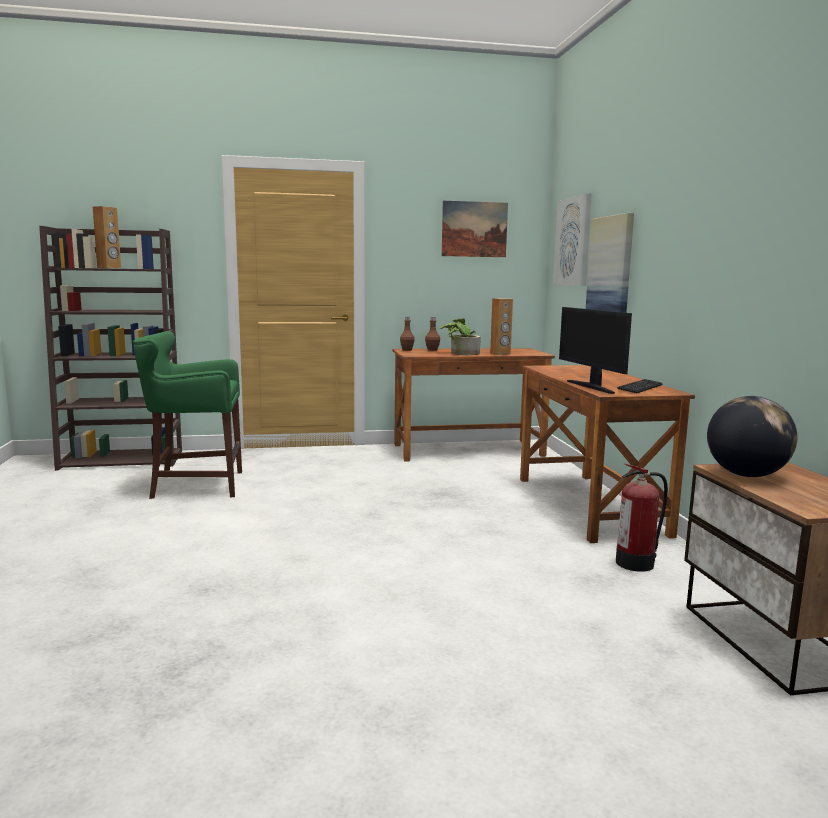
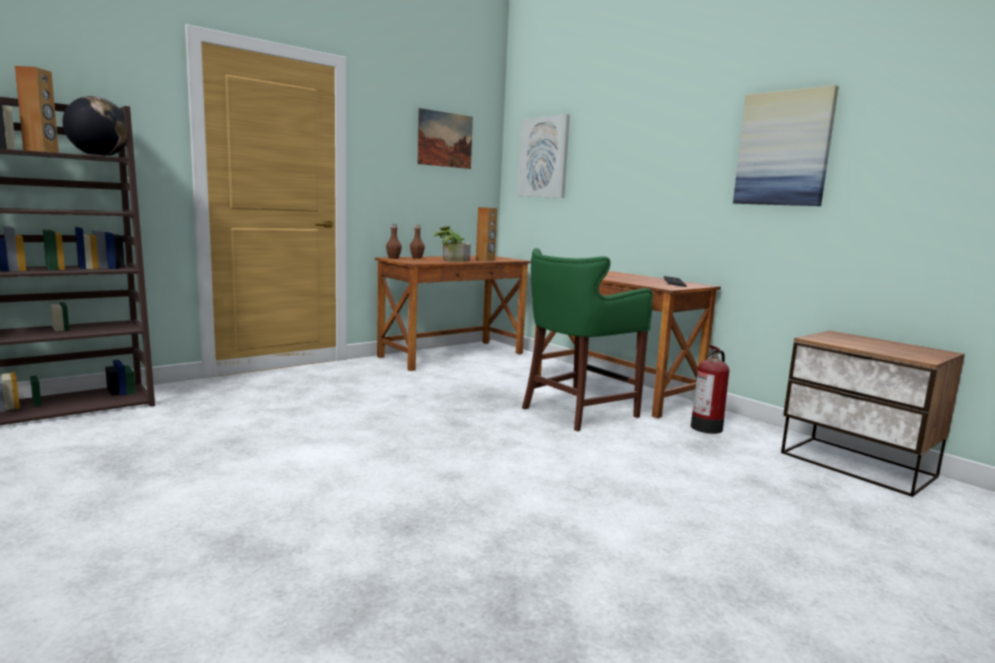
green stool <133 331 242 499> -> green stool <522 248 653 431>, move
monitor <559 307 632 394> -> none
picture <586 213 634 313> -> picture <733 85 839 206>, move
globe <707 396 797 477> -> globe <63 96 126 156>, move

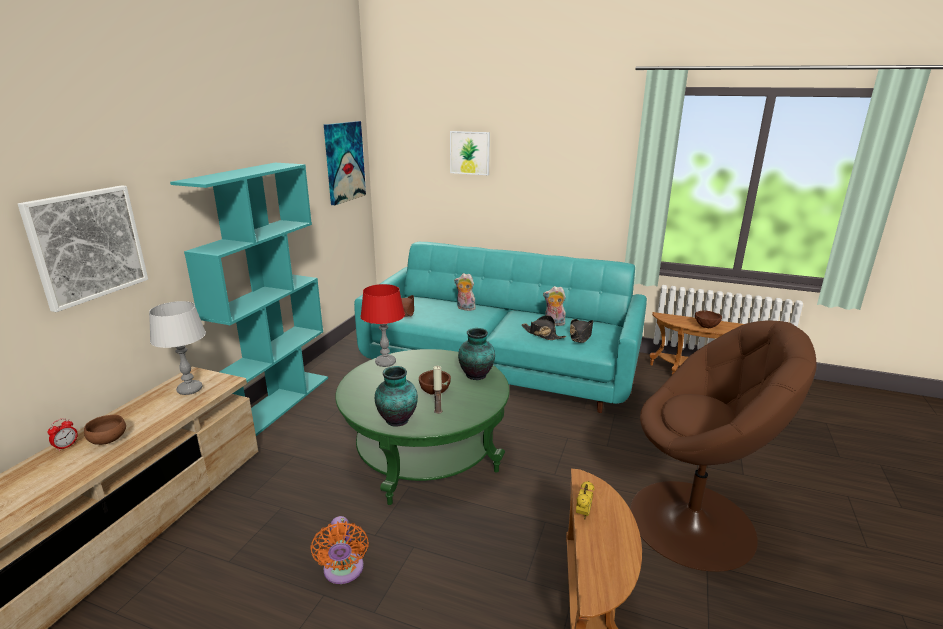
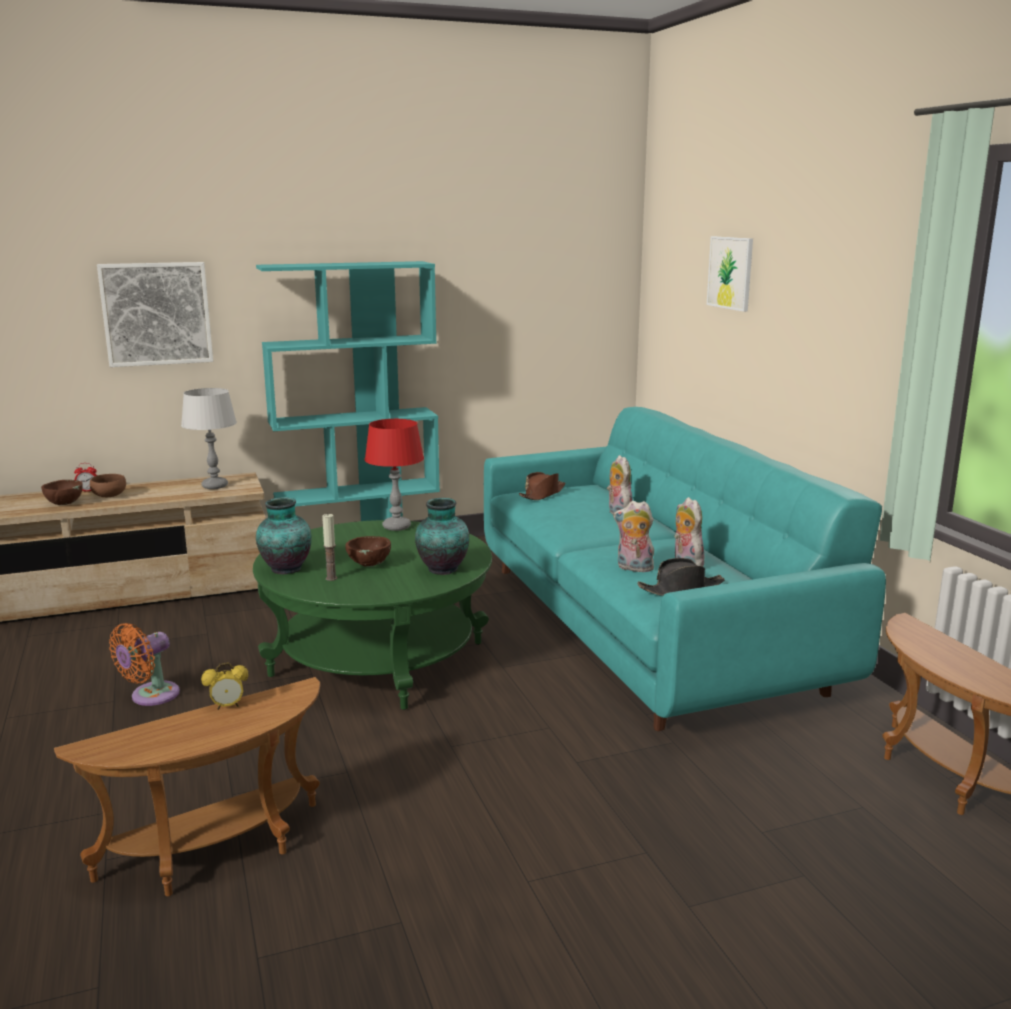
picture <324 121 366 205> -> none
black hat <522 315 566 340> -> plush toy <613 501 656 572>
brown armchair <630 320 817 572> -> none
brown bowl <695 311 722 328> -> brown bowl <41 480 83 505>, move

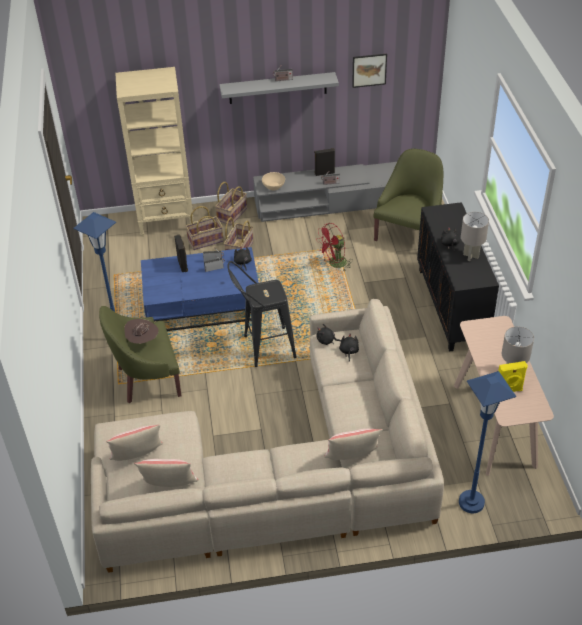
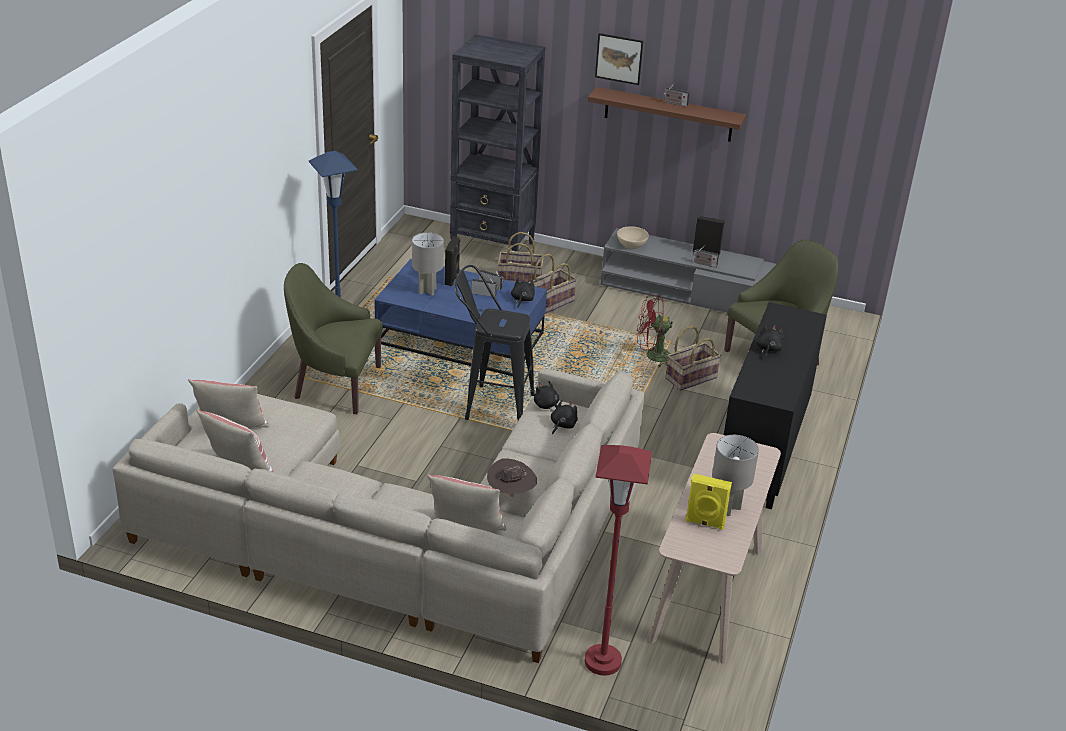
beige bookcase <115 67 194 237> -> black bookcase <450 34 545 252>
brown hat <124 319 159 344> -> brown hat <487 458 537 497>, move
basket <215 182 247 225> -> basket <665 326 721 391>, move
grey shelf <219 72 339 104> -> brown shelf <588 87 746 142>
picture <352 53 387 88> -> picture <595 33 643 85>, move
blue floor lamp <459 371 516 513> -> red floor lamp <585 445 652 676>
grey table lamp <461 212 489 261> -> grey table lamp <412 232 444 296>, move

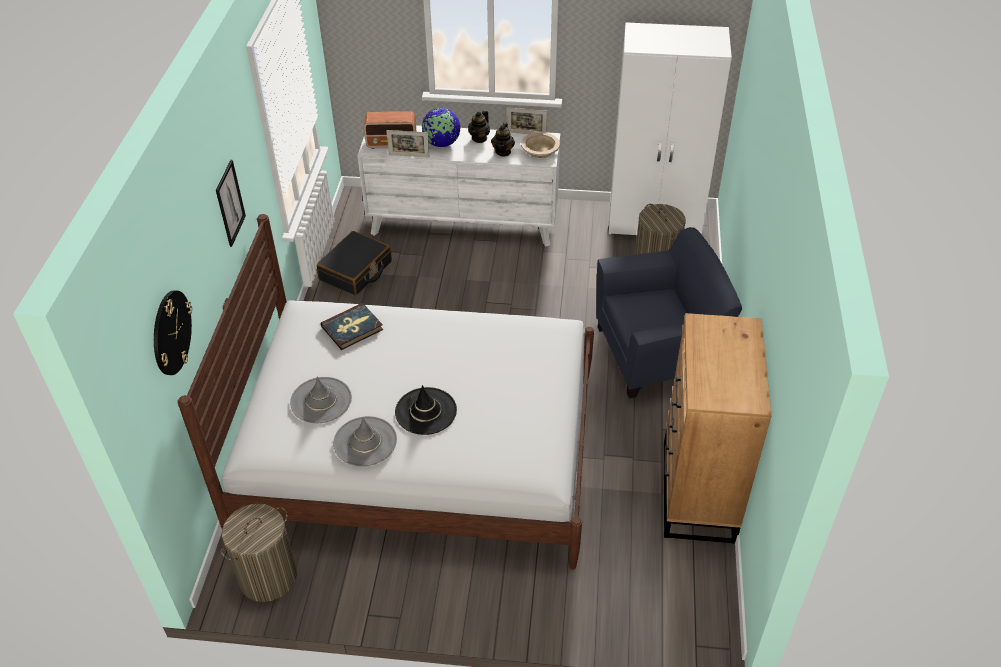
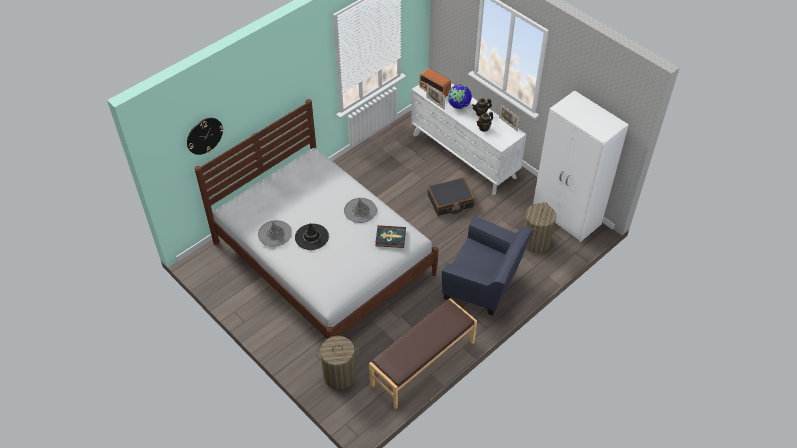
picture <216 160 246 247> -> none
laundry basket <220 504 297 602> -> laundry basket <316 336 359 390>, move
grey hat <290 377 352 423> -> grey hat <344 198 377 223>, move
black suitcase <317 231 392 295> -> black suitcase <428 178 475 216>, move
book <321 303 383 350> -> book <375 225 406 248>, move
beige bowl <521 132 560 158> -> none
brown dresser <664 313 772 544> -> brown bench <369 298 477 409>

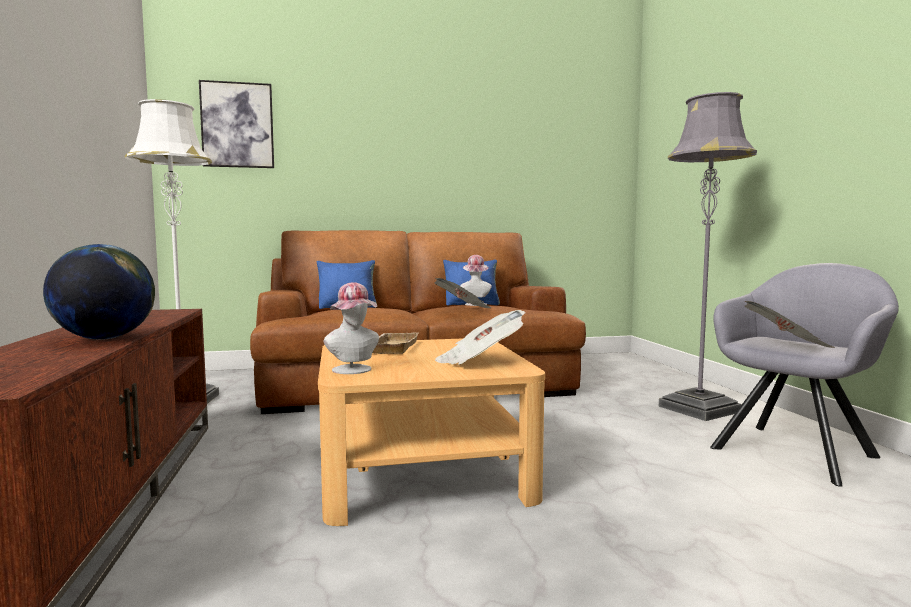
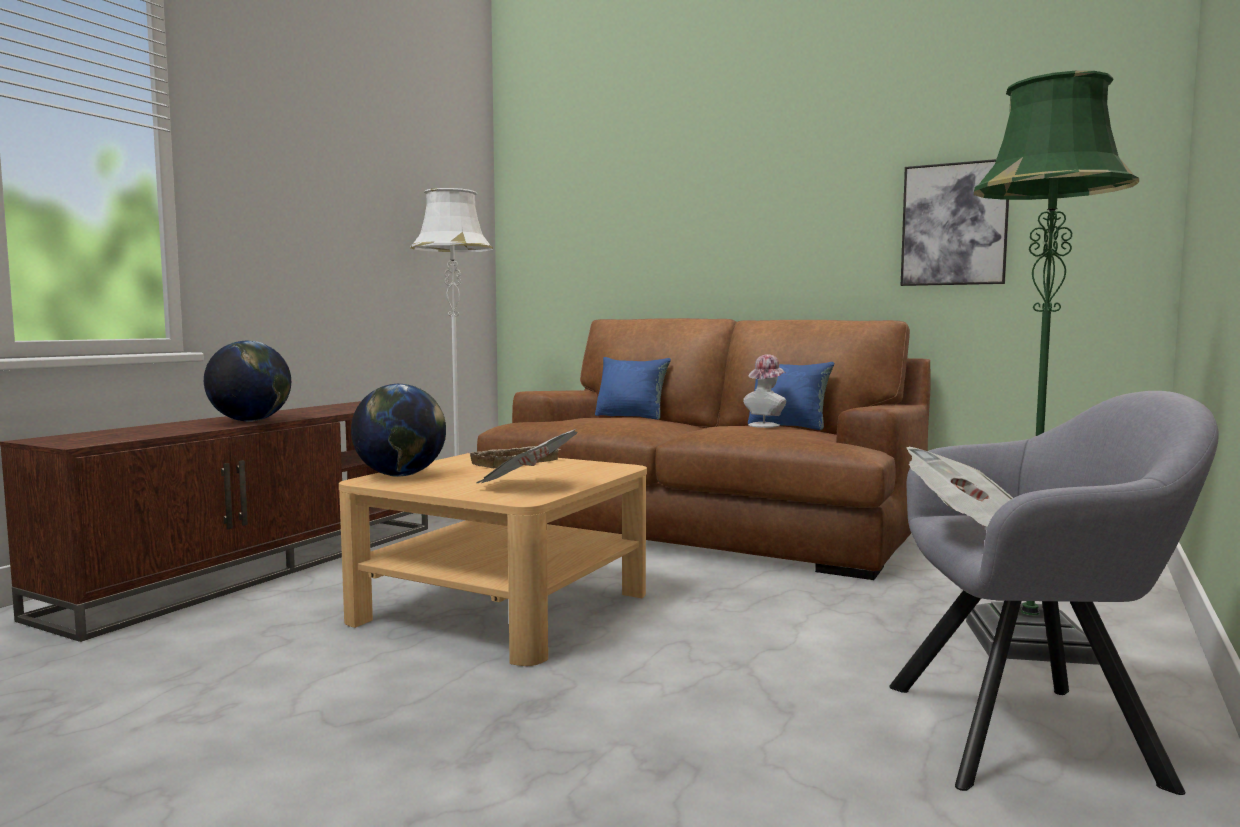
picture <199 80 274 168> -> picture <901 159 1009 286>, move
hat <323 282 379 374> -> globe <351 384 446 477>
newspaper <434 278 492 308> -> none
grey floor lamp <659 92 757 421> -> green floor lamp <966 71 1139 665>

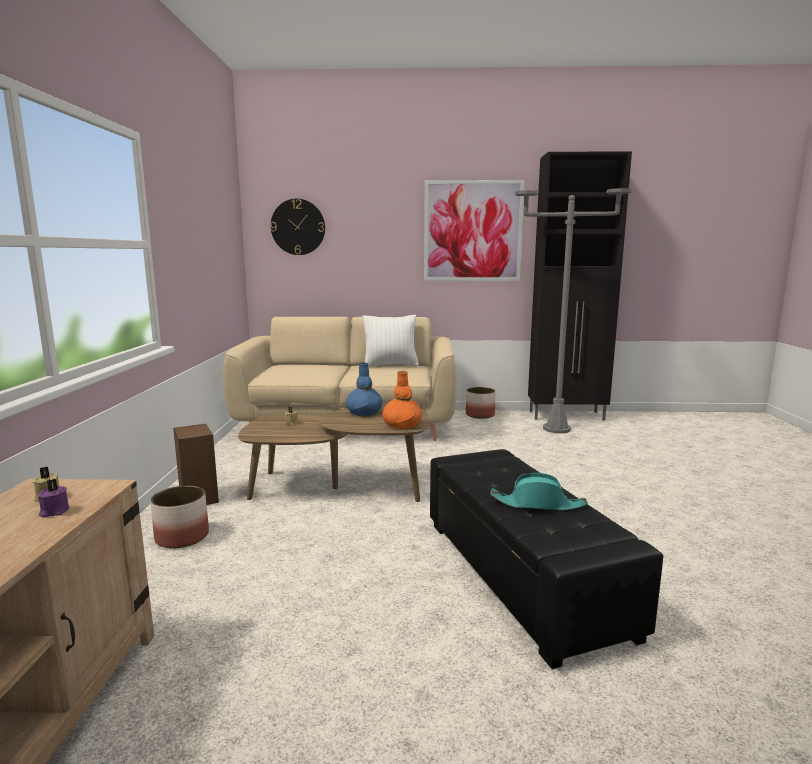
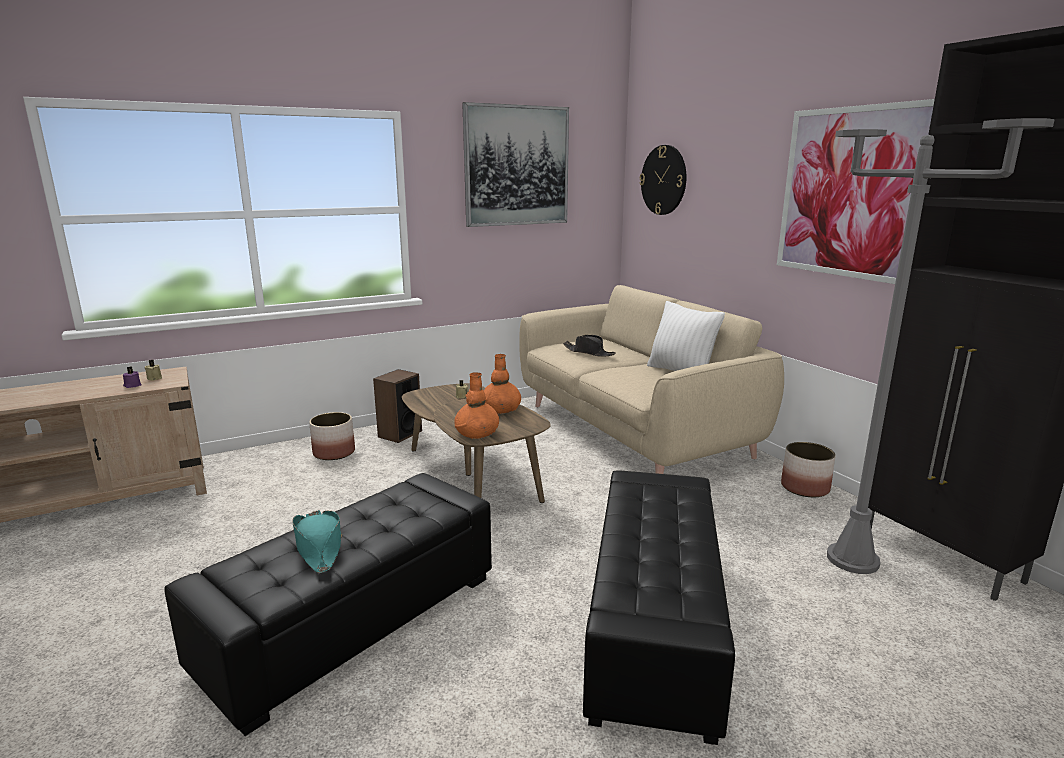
blue vase <346 363 383 416> -> orange vase <484 354 521 414>
none -> picture <462 102 569 227>
none -> black hat <563 335 616 357>
none -> black ottoman <583 470 735 745>

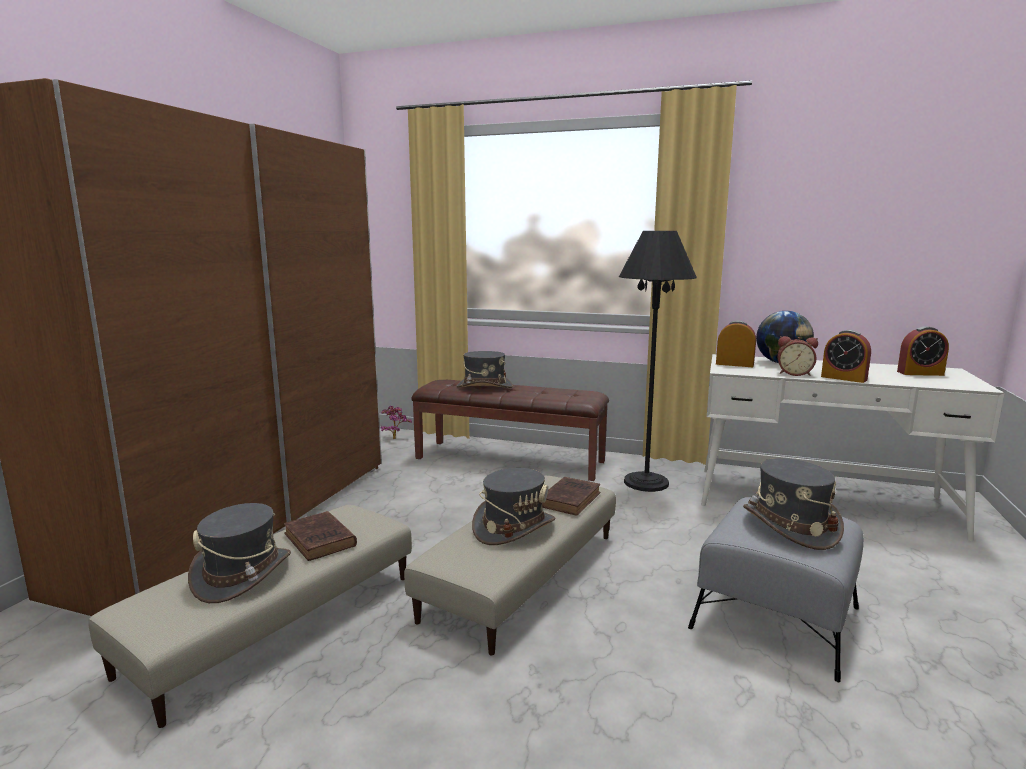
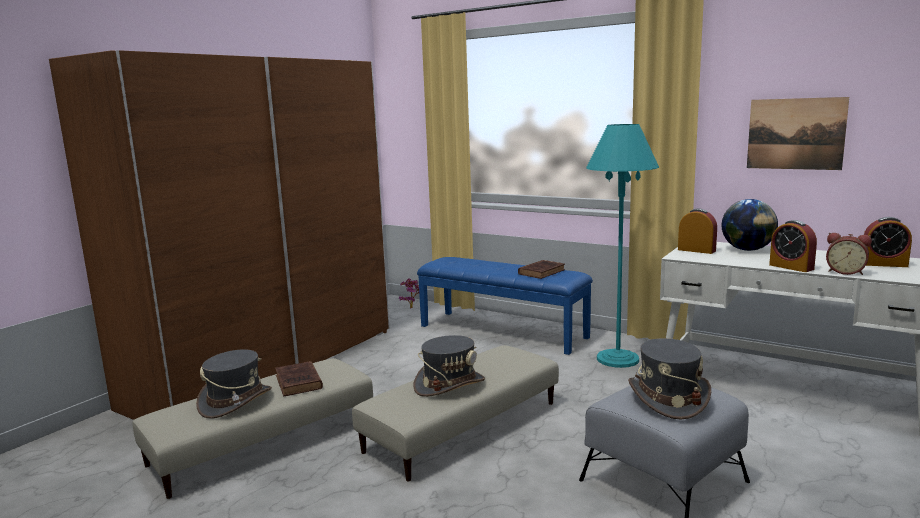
brown bench <412 380 609 481> -> blue bench <417 257 593 355>
grey hat <456 351 513 388> -> none
brown book <542 477 601 516> -> brown book <518 260 565 279>, move
black floor lamp <619 231 697 492> -> turquoise floor lamp <586 124 659 368>
alarm clock <777 336 818 376> -> alarm clock <826 233 872 275>, move
none -> picture <747 97 849 170>

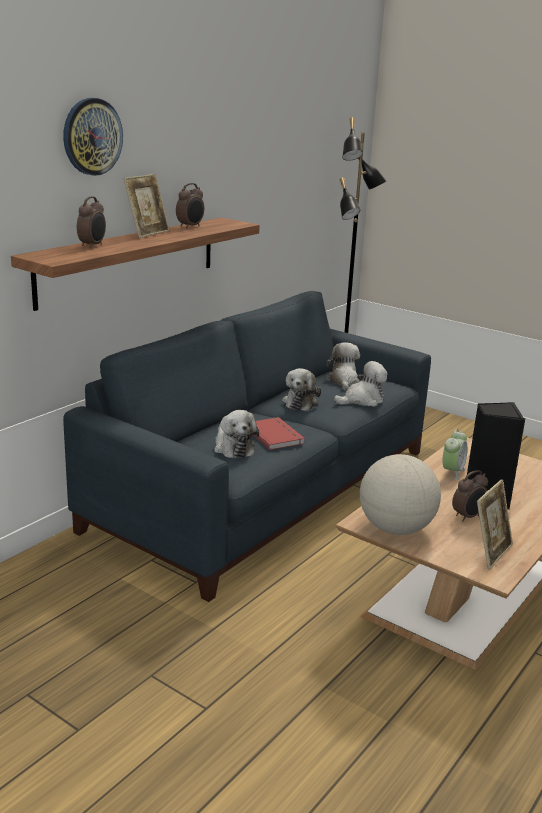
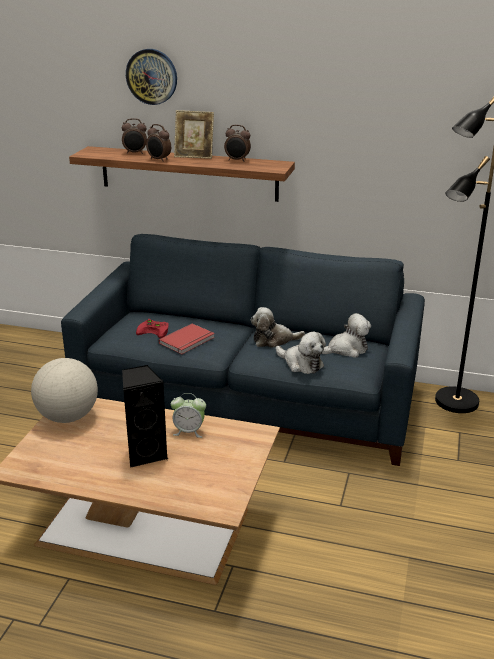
plush toy <214 410 259 459> -> red game controller <136 319 169 339>
alarm clock <452 470 488 521> -> alarm clock <146 124 171 162>, move
picture frame <477 479 513 570> -> none

